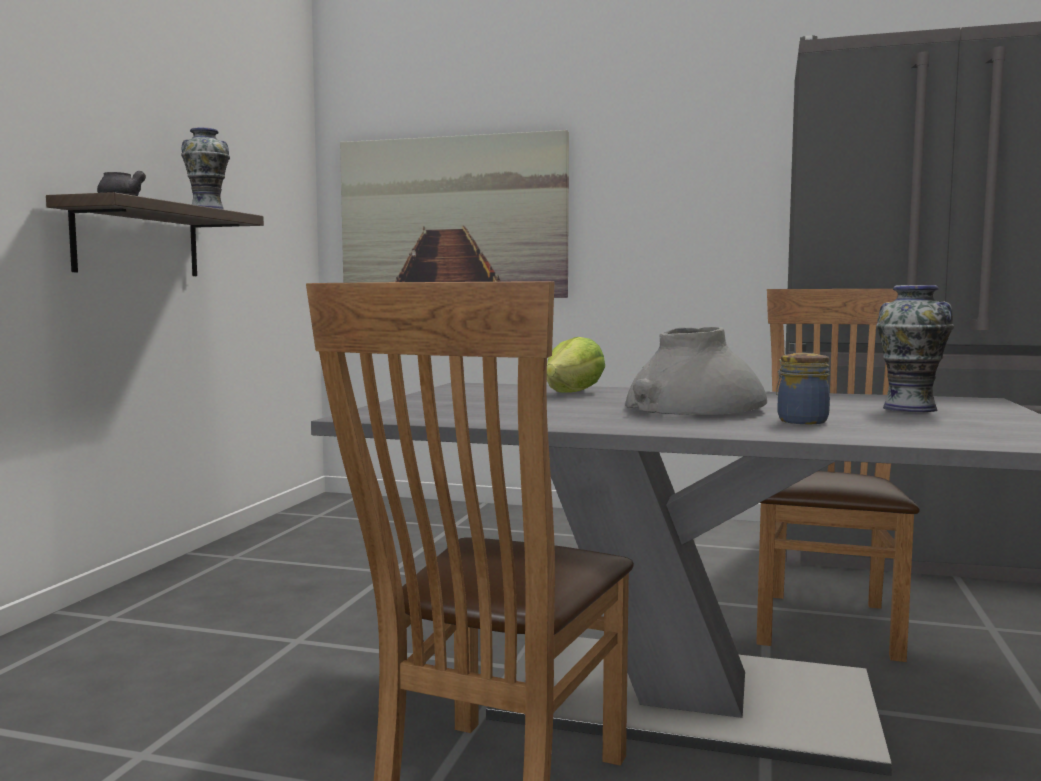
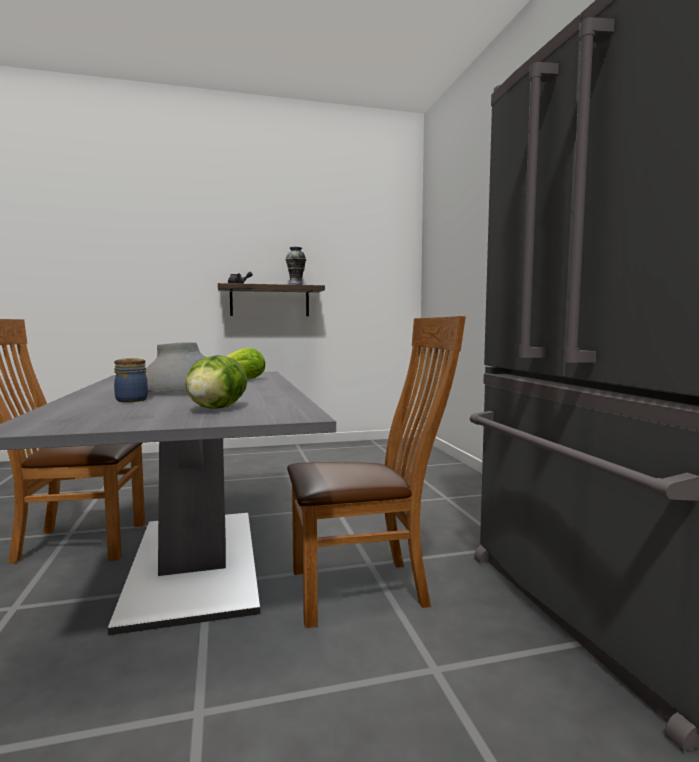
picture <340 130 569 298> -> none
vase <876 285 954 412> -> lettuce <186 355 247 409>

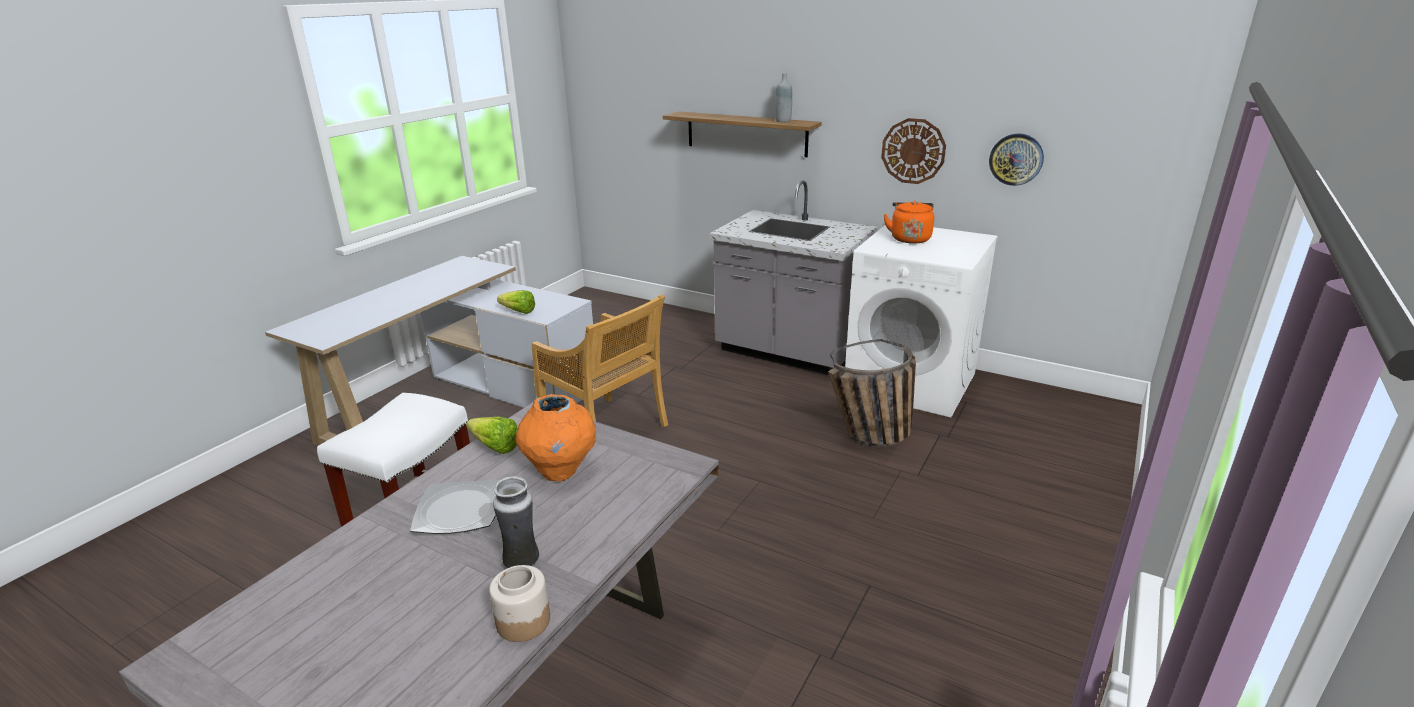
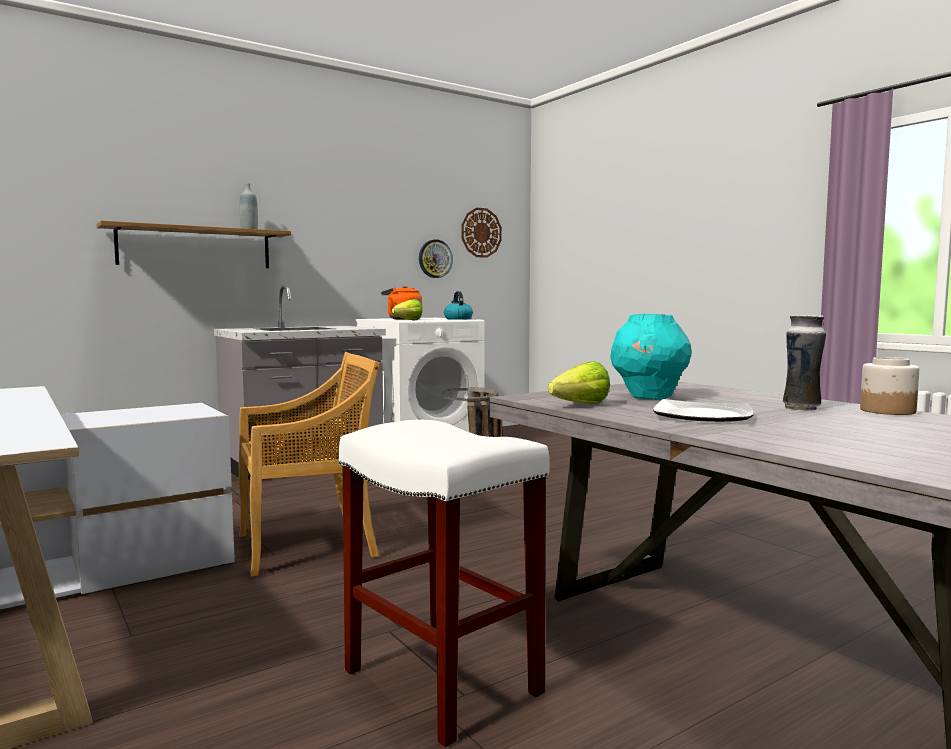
lettuce <497 290 535 314> -> lettuce <392 299 423 320>, move
orange vase <516 394 596 481> -> turquoise vase <610 314 692 400>
wall clock <881 118 946 184> -> wall clock <461 208 502 258>, move
none -> kettle <444 291 473 320>

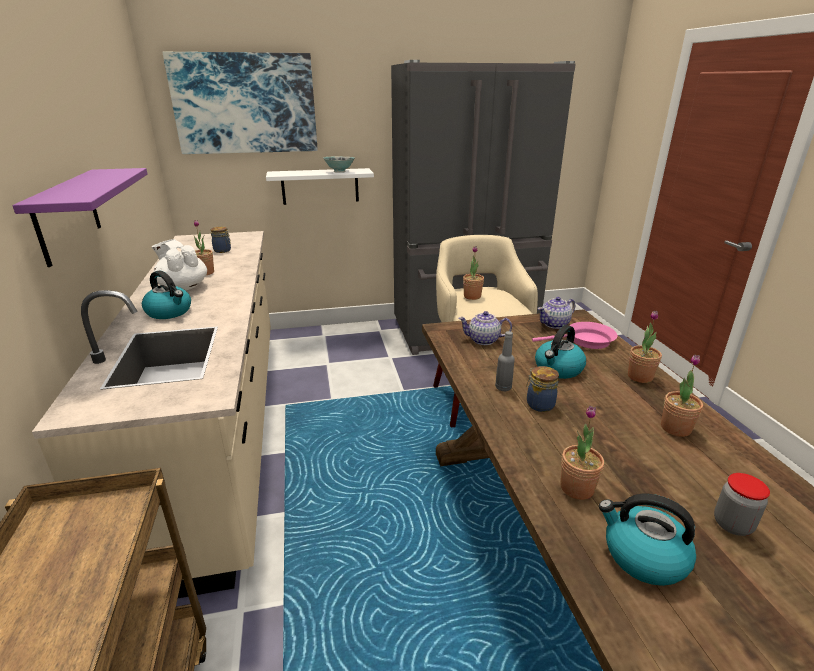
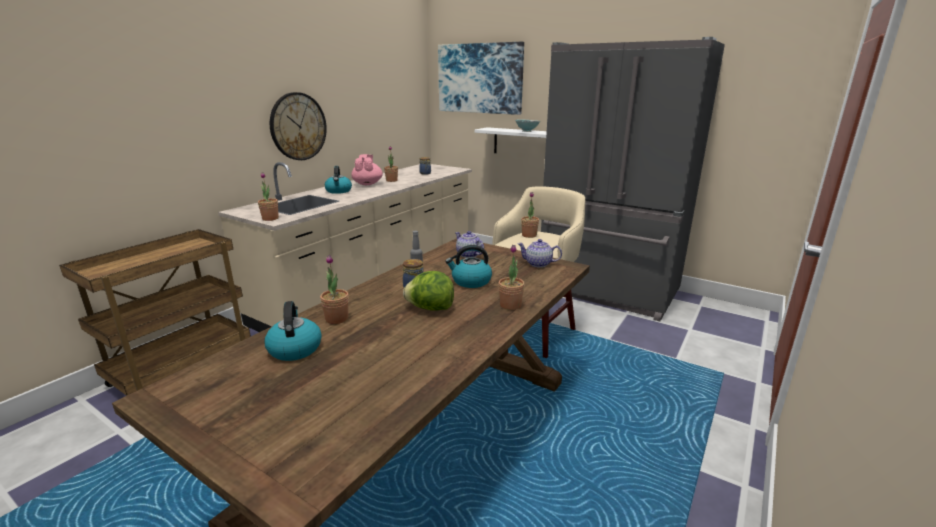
purple shelf <12 168 148 267> -> wall clock <270 92 327 160>
white teapot <152 239 207 290> -> pink teapot <351 154 383 185>
pink frying pan <532 322 617 349> -> none
potted plant <661 355 703 437> -> potted plant <258 172 279 221>, move
jar <714 473 770 536> -> none
none -> lettuce <403 271 454 311>

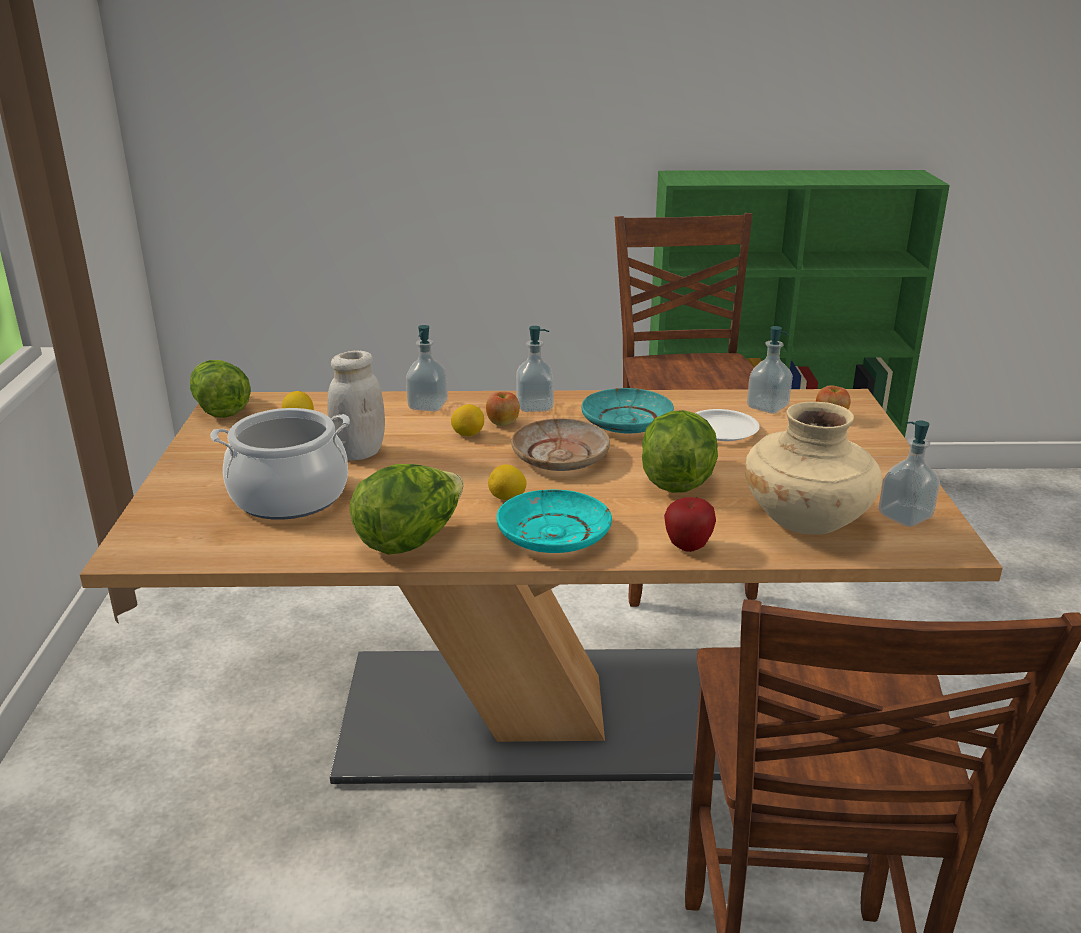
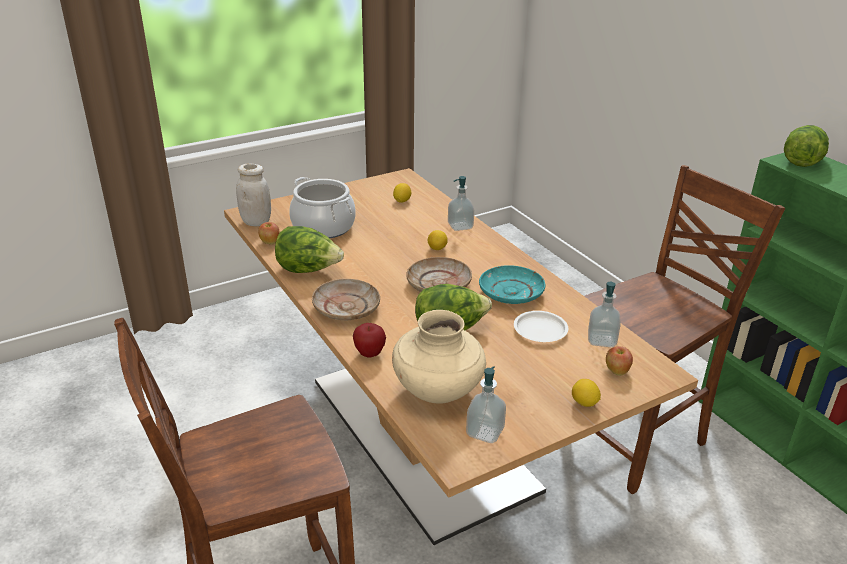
lettuce <190 360 251 418> -> lettuce <784 125 829 167>, move
white jar <327 351 385 460> -> white jar <236 164 271 226>, move
apple <486 392 520 426> -> apple <258 222 280 245>, move
lemon <488 464 527 500> -> lemon <572 379 601 407>, move
turquoise plate <497 490 612 553> -> beige plate <312 279 380 320>
soap dispenser <516 326 554 412> -> none

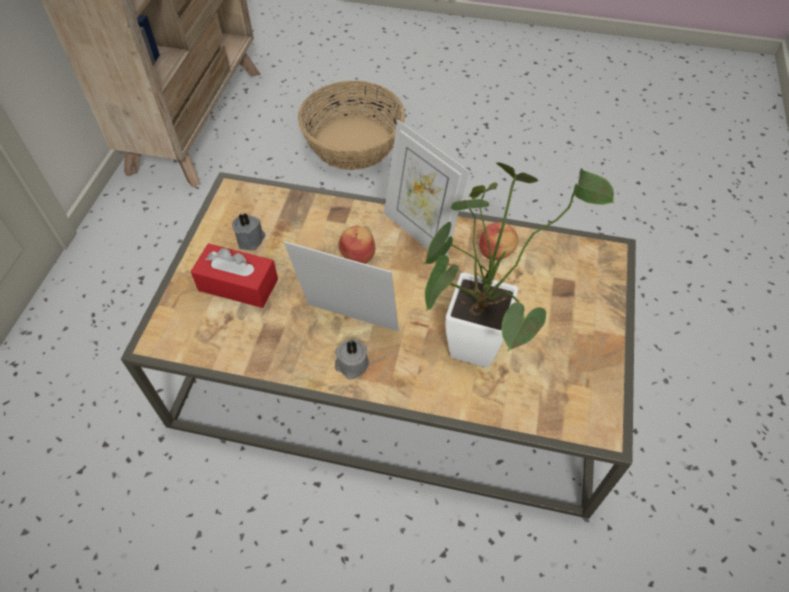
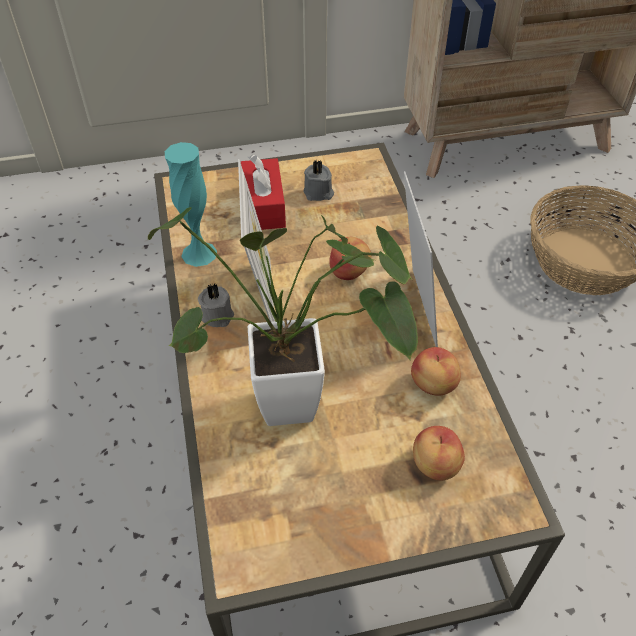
picture frame <384 120 469 256> -> picture frame <404 171 438 347>, 150 degrees clockwise
none -> turquoise vase <165 142 217 267>
none -> apple <413 426 465 480>

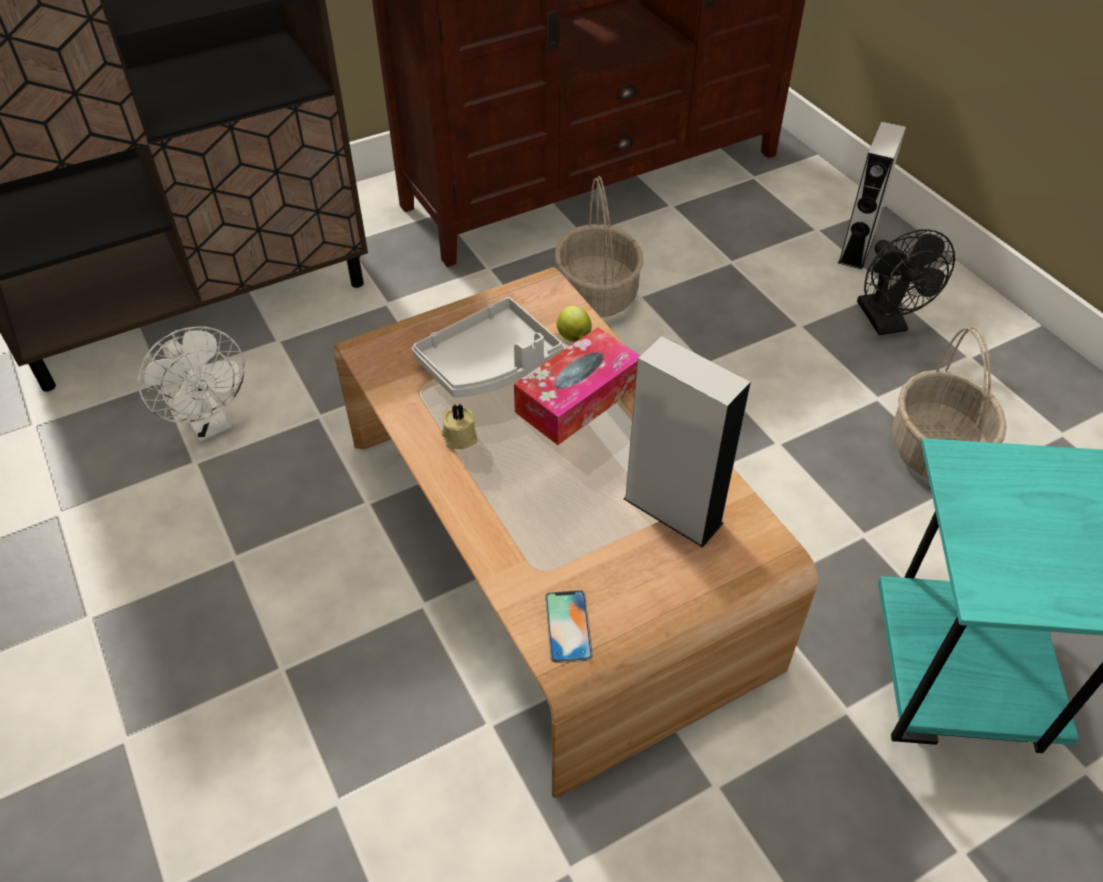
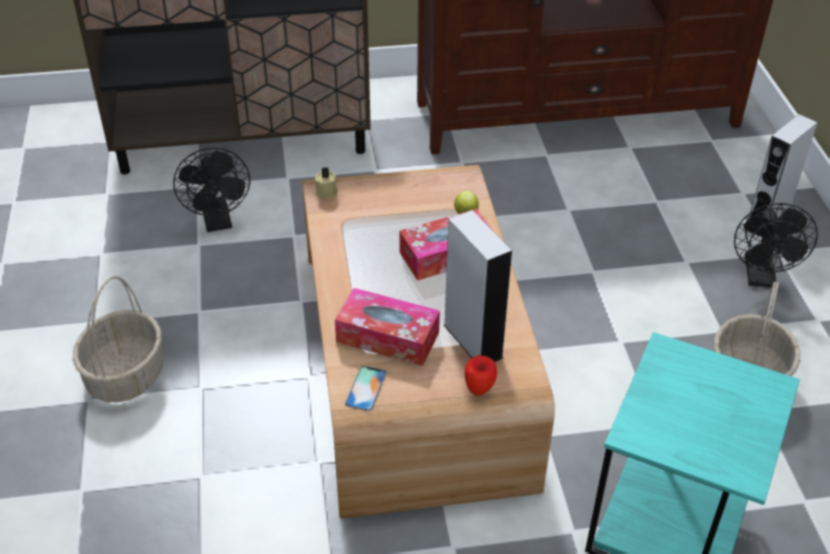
white fan <138 326 245 442> -> black fan <173 148 250 232>
grey tray <411 297 564 398> -> none
beige candle <441 404 477 449> -> beige candle <315 167 338 199>, move
basket <554 176 643 317> -> basket <73 276 163 402>, move
none -> tissue box <335 288 440 366>
none -> apple <464 355 497 396>

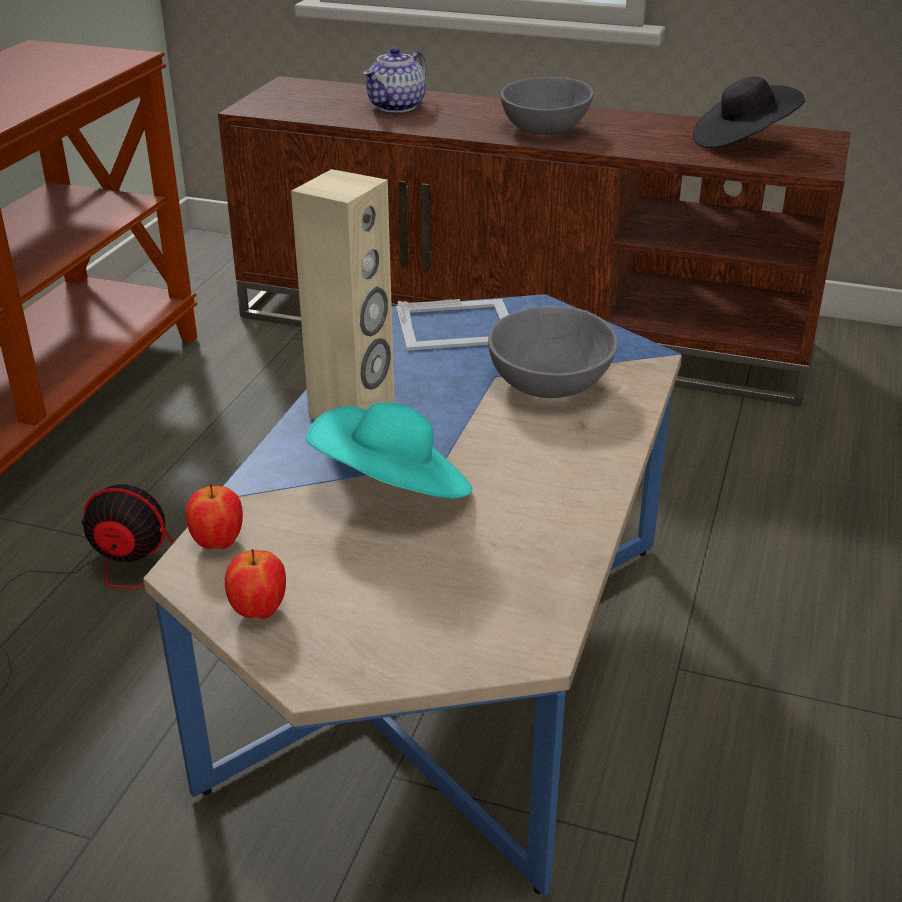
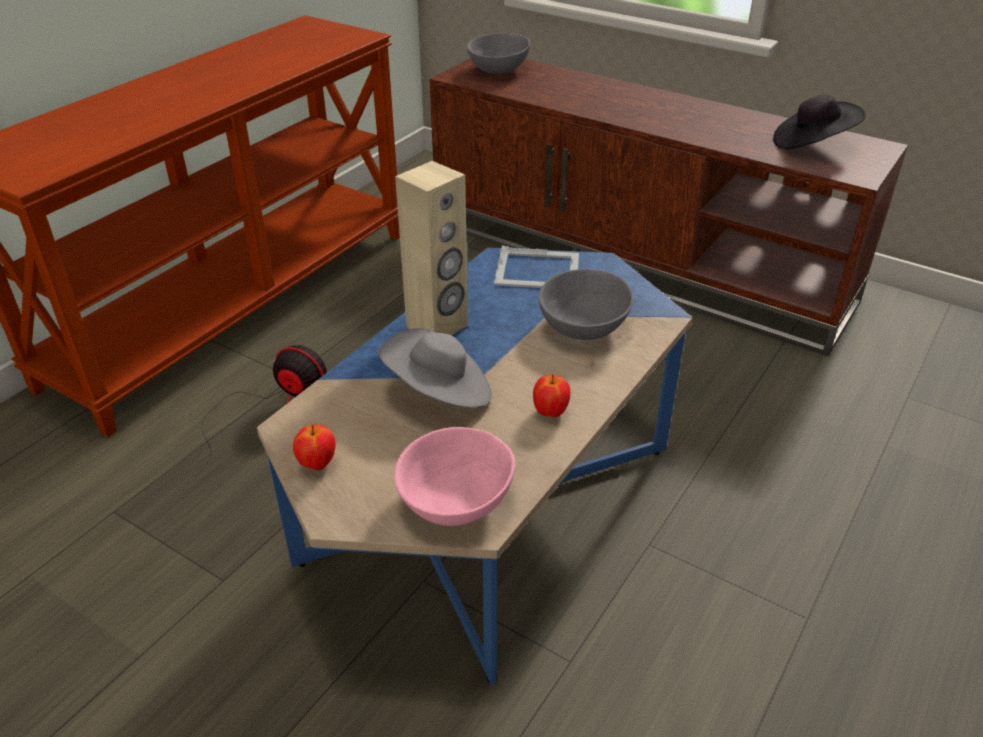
apple <186 484 243 549> -> apple <533 375 570 418>, move
turquoise hat <306 402 472 499> -> grey hat <378 328 492 408>
teapot <363 47 427 113> -> none
grey bowl <501 77 594 135> -> grey bowl <467 33 530 74>, move
none -> pink bowl <394 427 515 526>

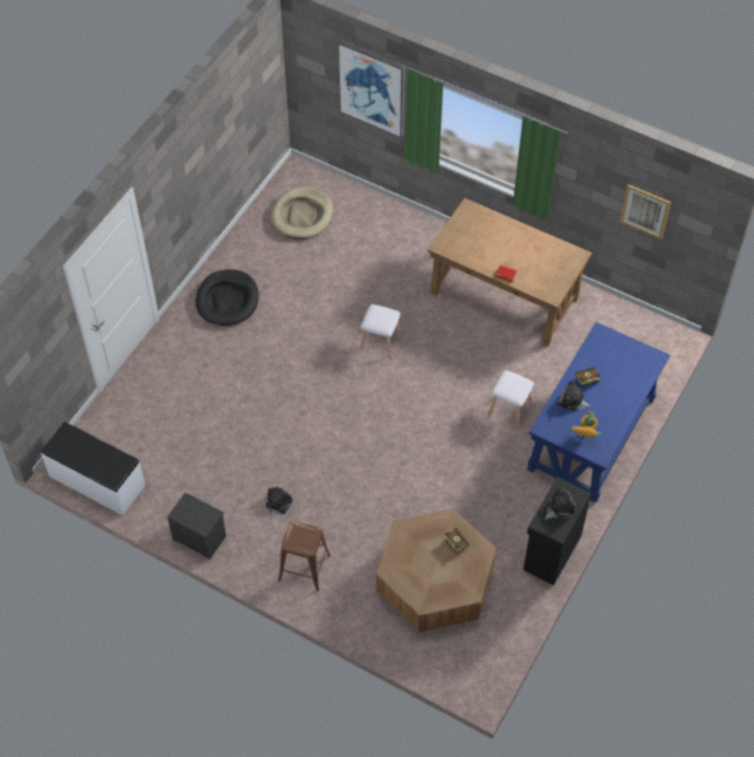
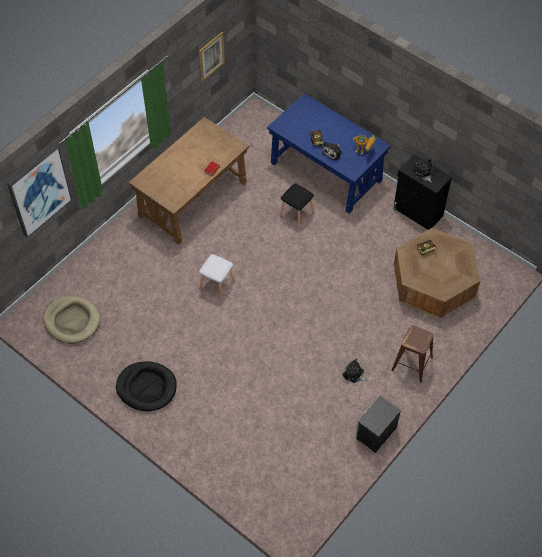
white bench <41 422 145 516> -> none
white stool <488 370 534 429> -> black stool <280 183 314 228>

